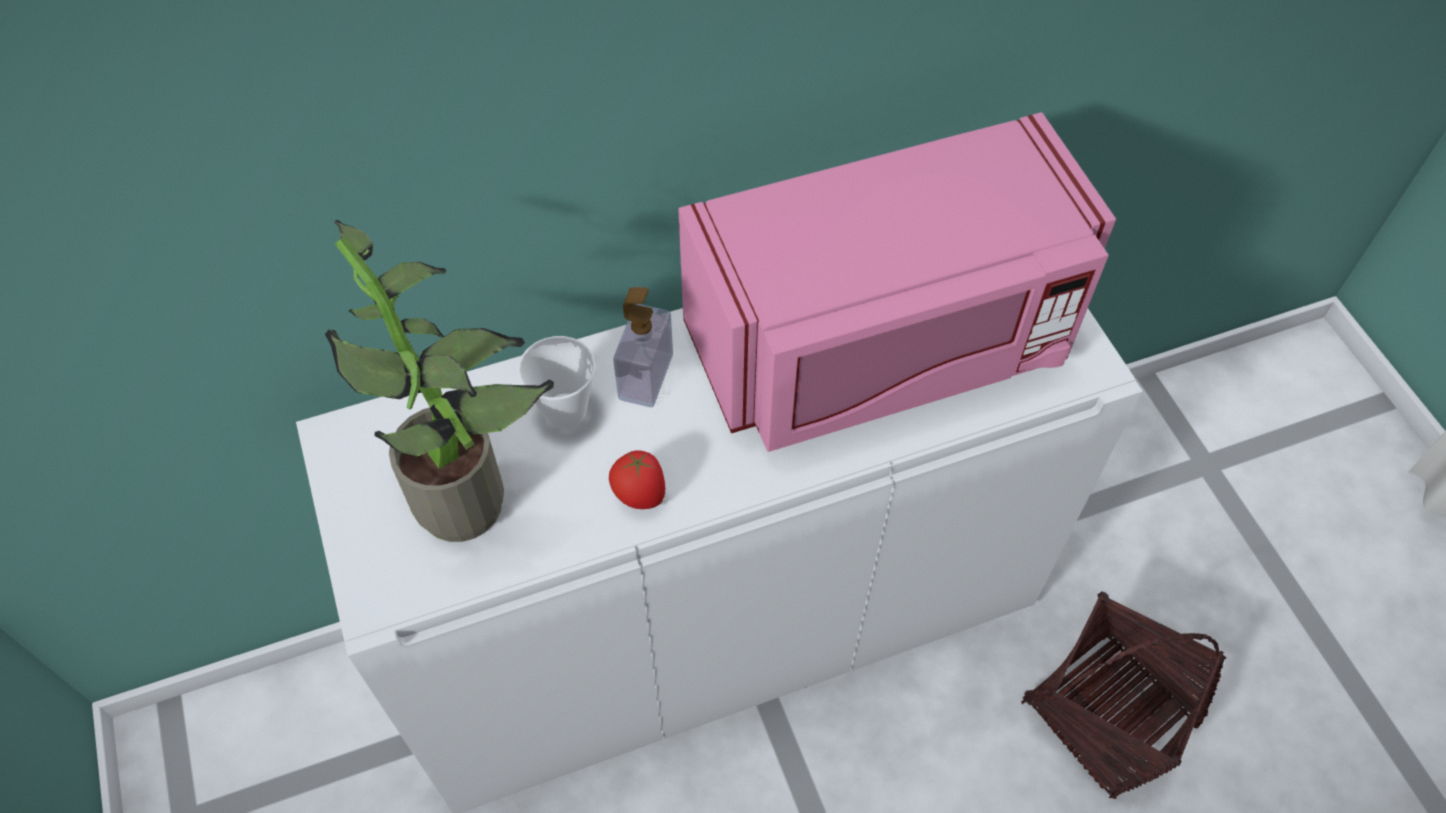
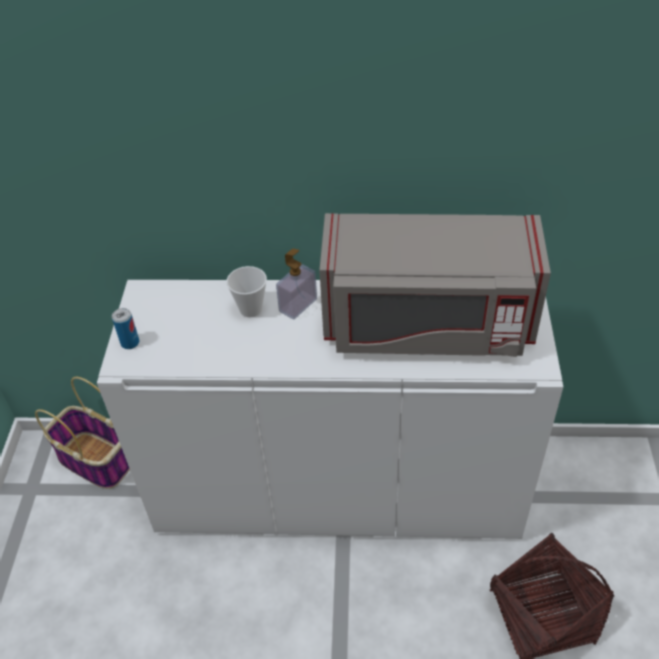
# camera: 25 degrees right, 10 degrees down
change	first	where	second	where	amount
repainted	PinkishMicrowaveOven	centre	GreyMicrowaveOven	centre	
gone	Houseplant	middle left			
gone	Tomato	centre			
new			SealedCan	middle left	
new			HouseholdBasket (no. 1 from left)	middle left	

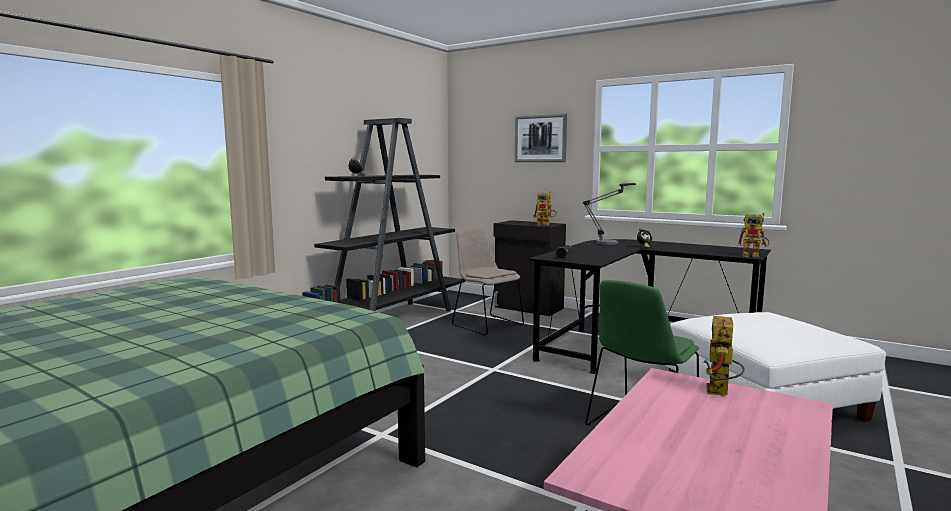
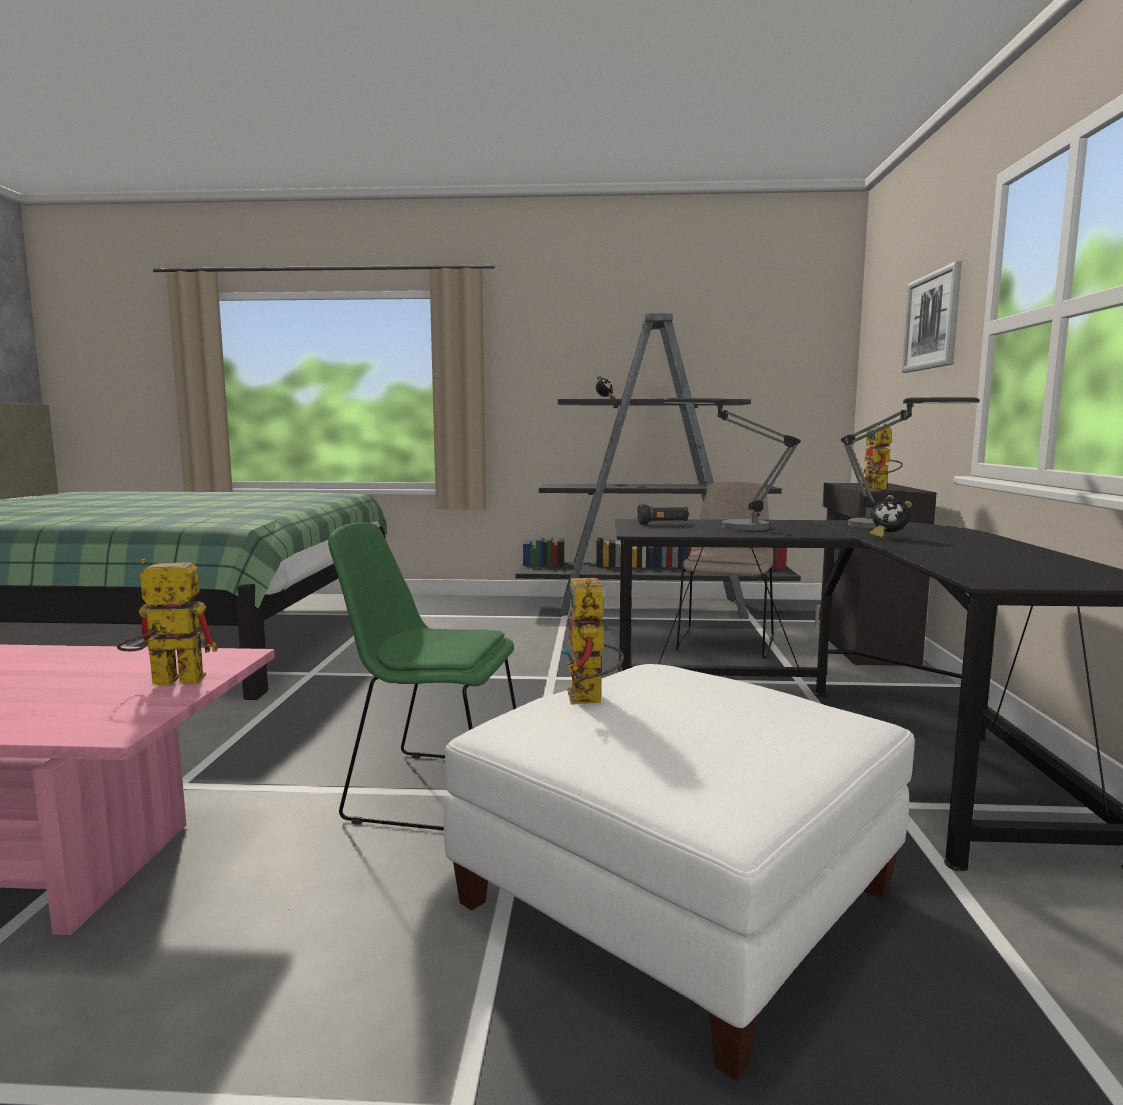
# camera: 60 degrees right, 0 degrees up
change	first	where	second	where	amount
shifted	RobotFigure (no. 3 from left in the first image)	middle right	RobotFigure (no. 2 from left)	centre	
new			LampForATable (no. 1 from left)	centre	

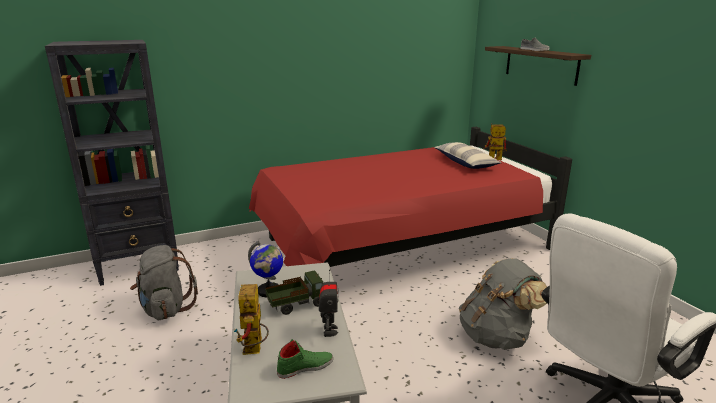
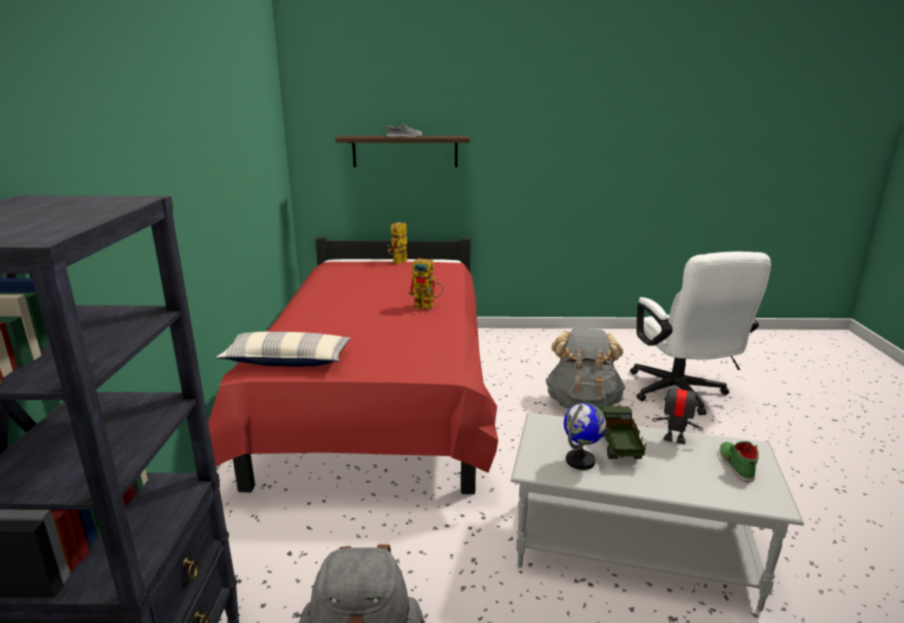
# camera: 65 degrees left, 0 degrees up
change	first	where	second	where	amount
shifted	Pillow	centre		middle left	
shifted	RobotFigure (no. 1 from left in the first image)	bottom centre	RobotFigure (no. 2 from left)	centre	

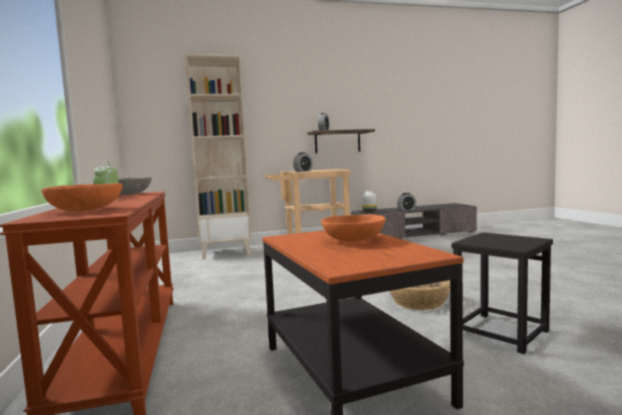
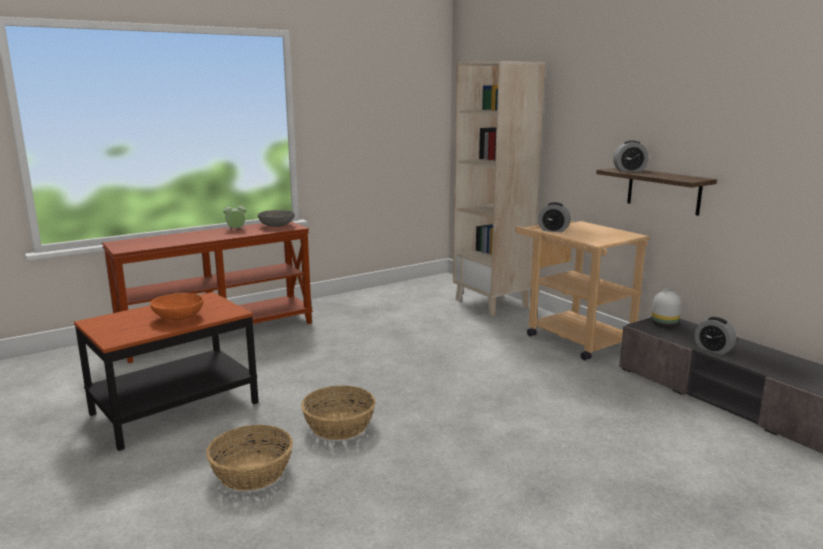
# camera: 70 degrees right, 10 degrees up
change	first	where	second	where	amount
gone	OrangeColouredBowl (no. 1 from left)	middle left			
swapped	BlackStool	bottom right	HouseholdBasket (no. 1 from left)	bottom left	

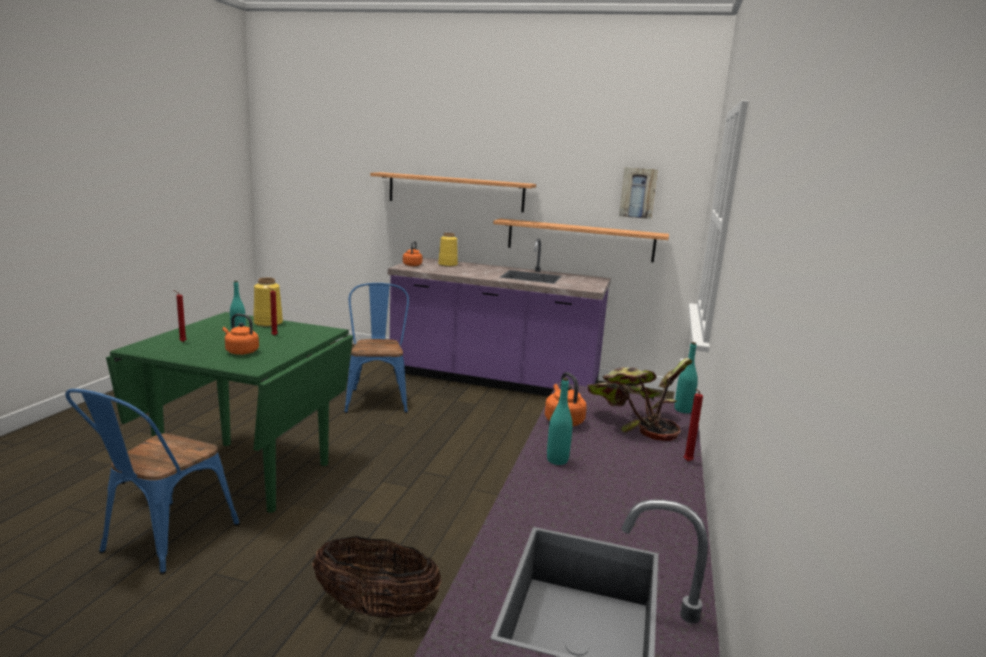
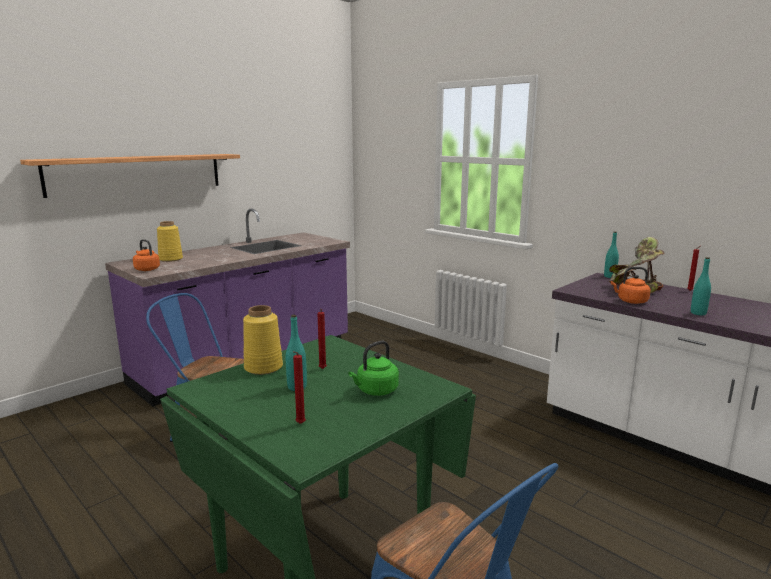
# camera: 60 degrees left, 0 degrees up
change	first	where	second	where	amount
gone	WallPicture	top centre			
gone	BracketShelf (no. 2 from left)	centre			
repainted	OrangeColouredTeaKettle (no. 1 from left)	middle left	GreenTeaKettle	centre	
gone	HouseholdBasket	bottom centre			

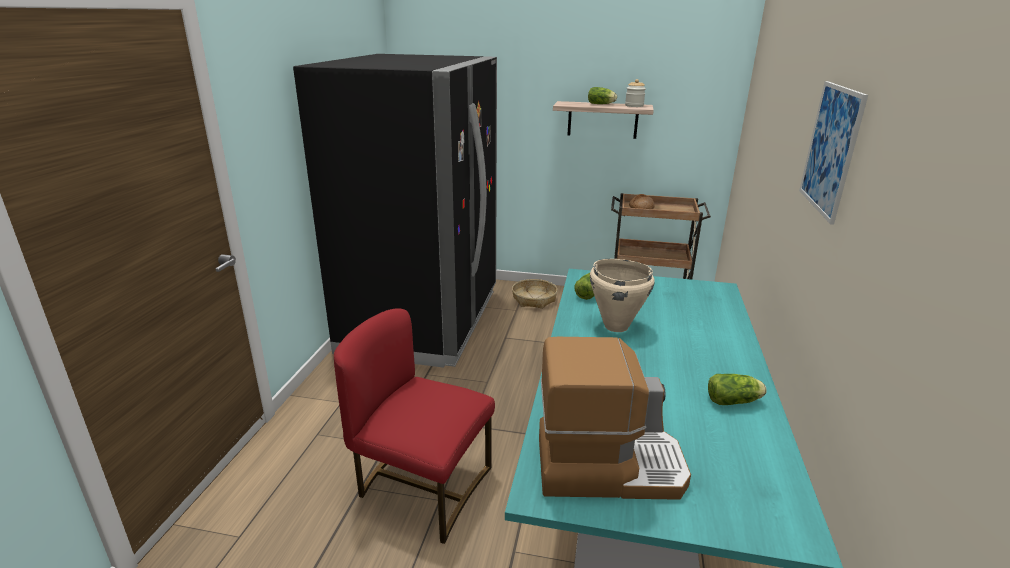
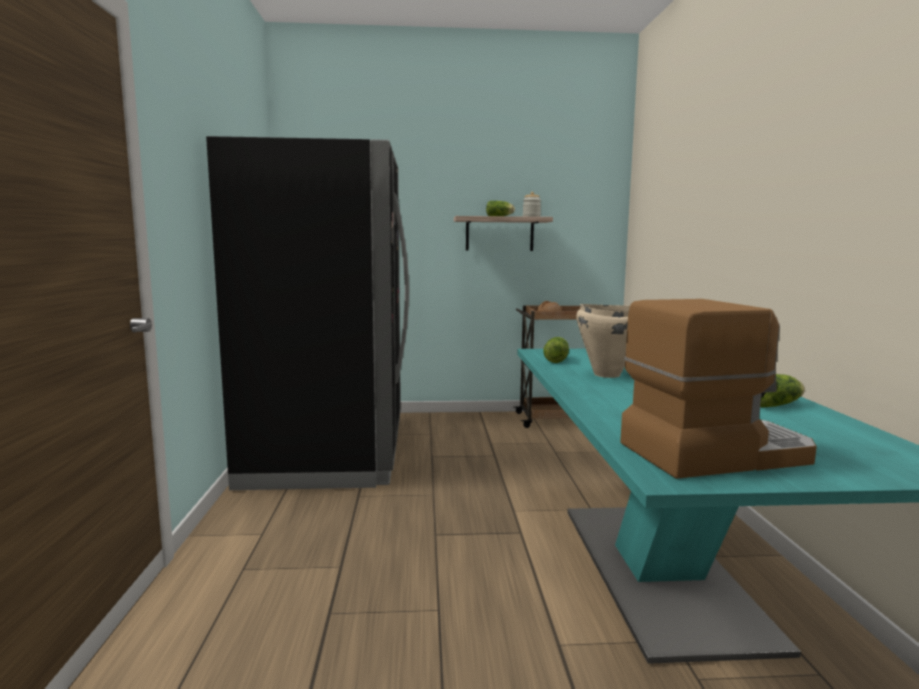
# camera: 15 degrees left, 15 degrees down
change	first	where	second	where	amount
gone	WallPicture	top right			
gone	HouseholdBasket	centre			
gone	ReddishPlainChair	bottom centre			

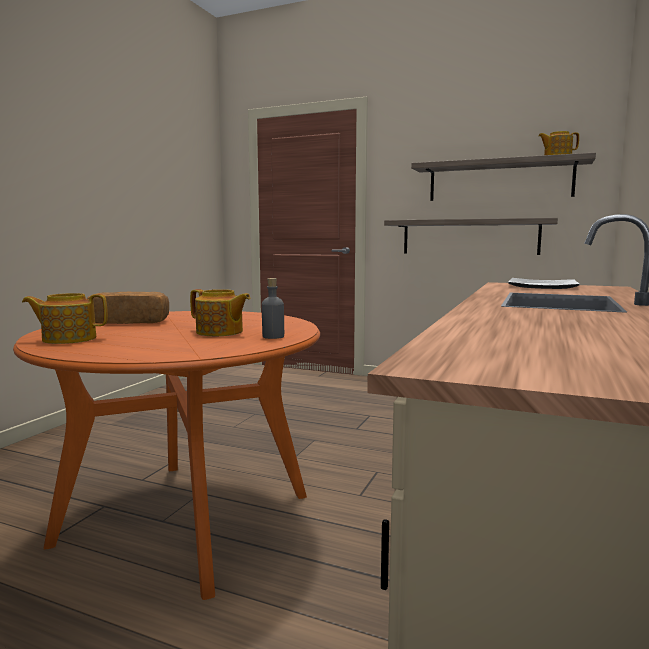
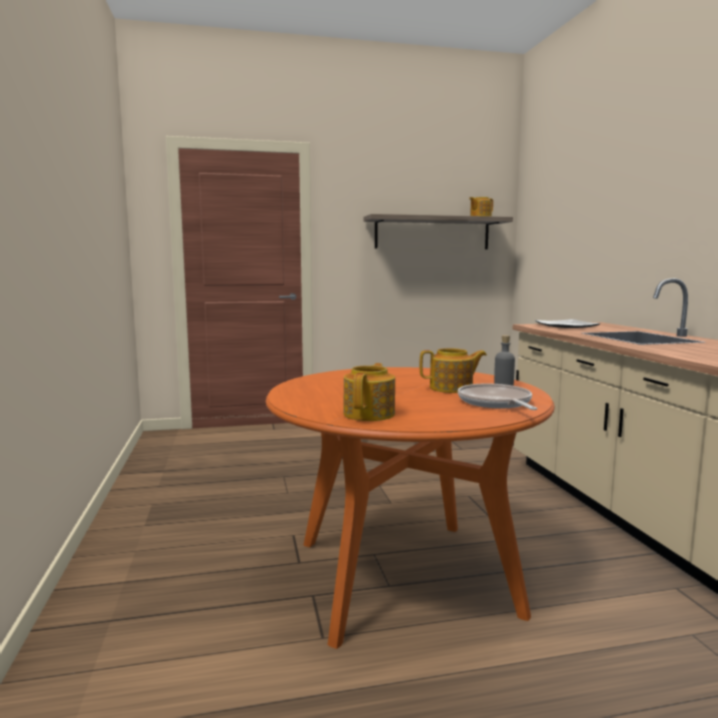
# camera: 35 degrees left, 0 degrees up
change	first	where	second	where	amount
gone	BracketShelf (no. 1 from left)	middle right			
gone	Bread	middle left			
rotated	TeaPot (no. 1 from left)	middle left		centre	150 degrees clockwise
new			Pan	middle right	

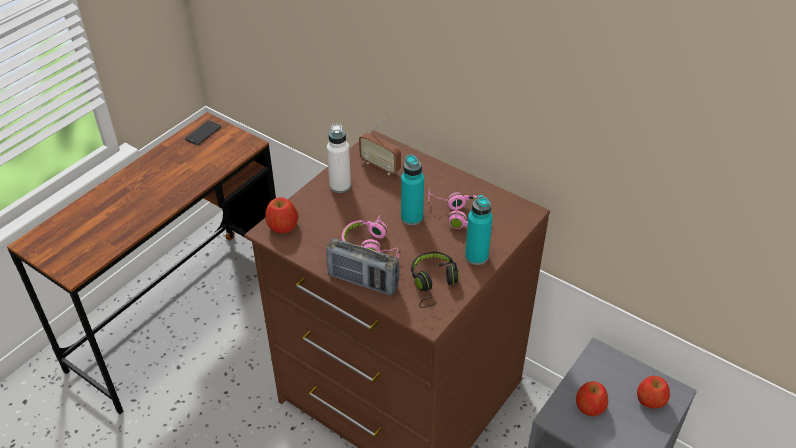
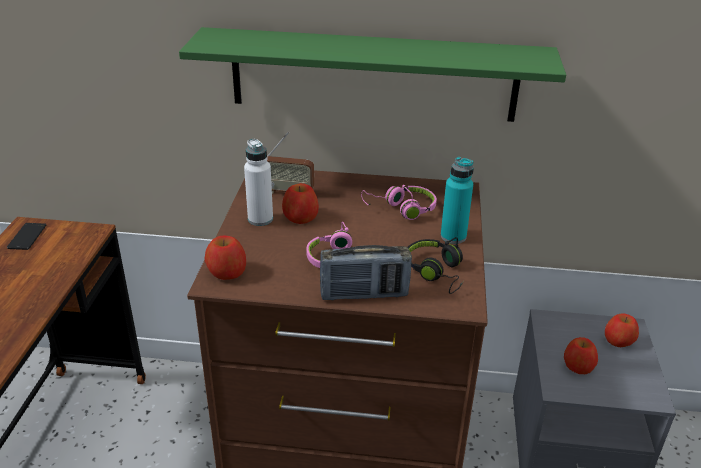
# camera: 30 degrees left, 10 degrees down
change	first	where	second	where	amount
gone	TurquoiseBottle (no. 1 from left)	centre			
new			GreenBracketShelf	top centre	
new			Apple (no. 2 from left)	centre	

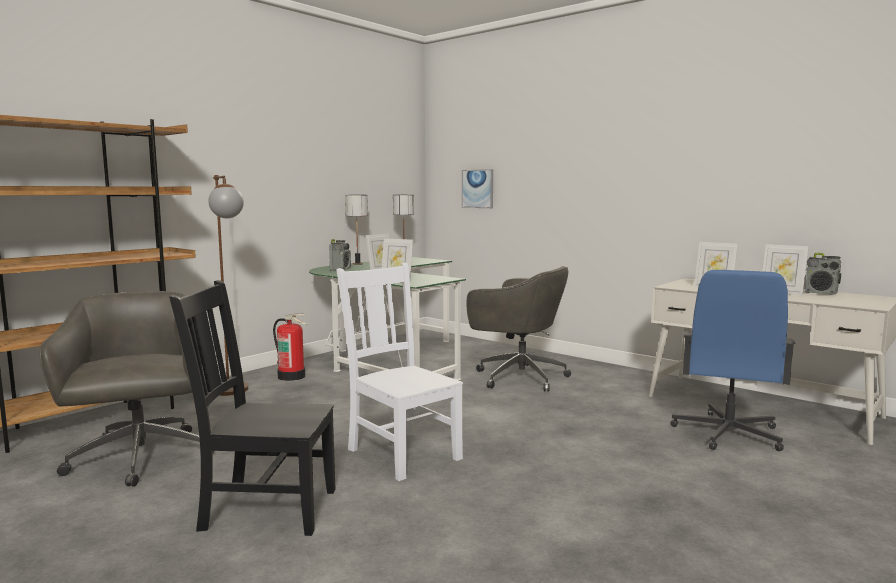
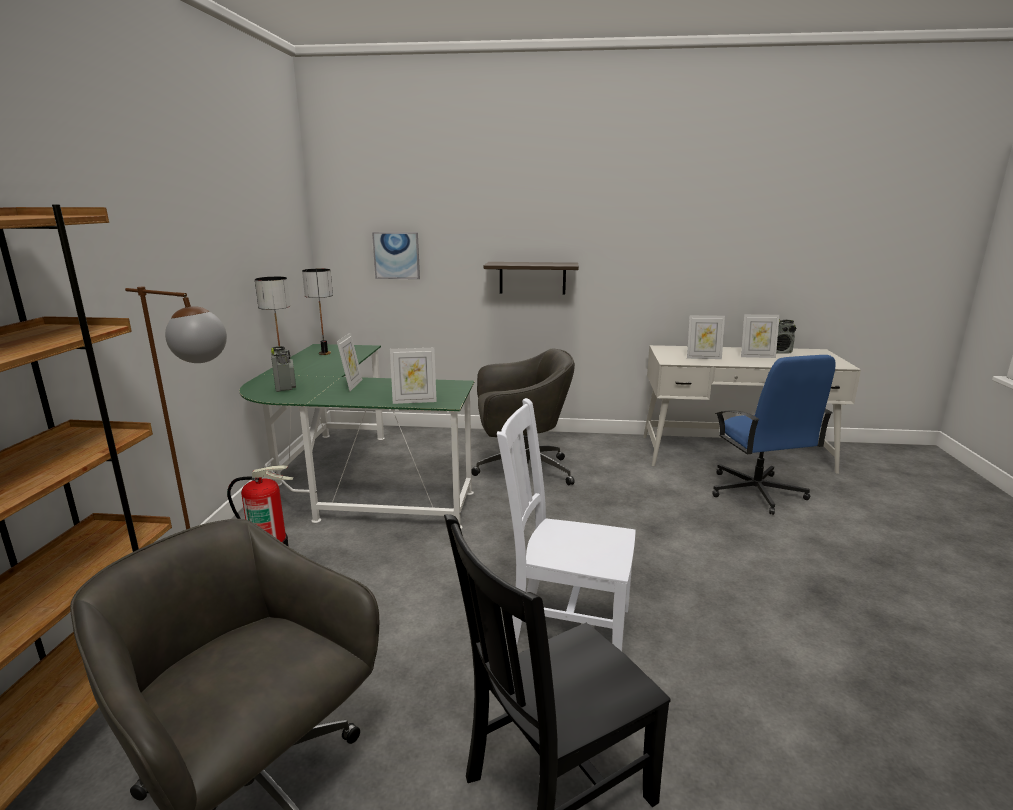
# camera: 35 degrees left, 10 degrees up
change	first	where	second	where	amount
new			BracketShelf	centre	

